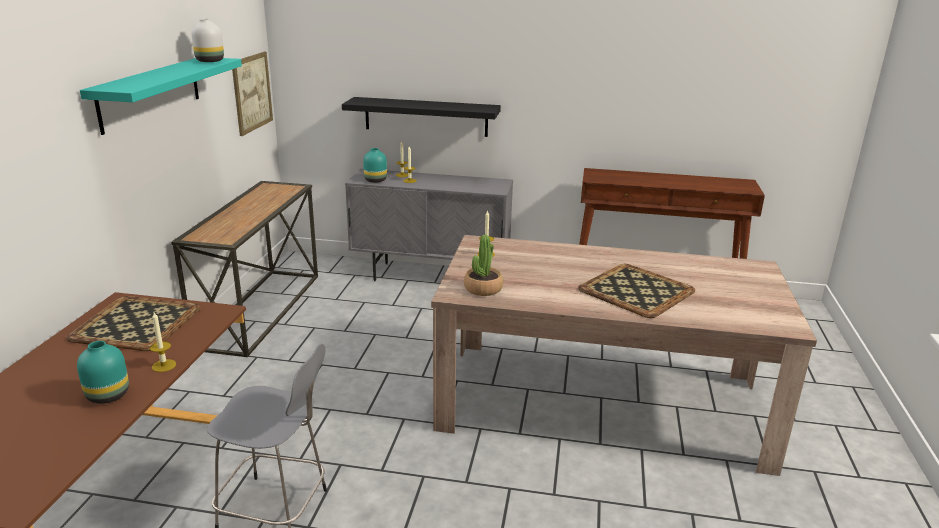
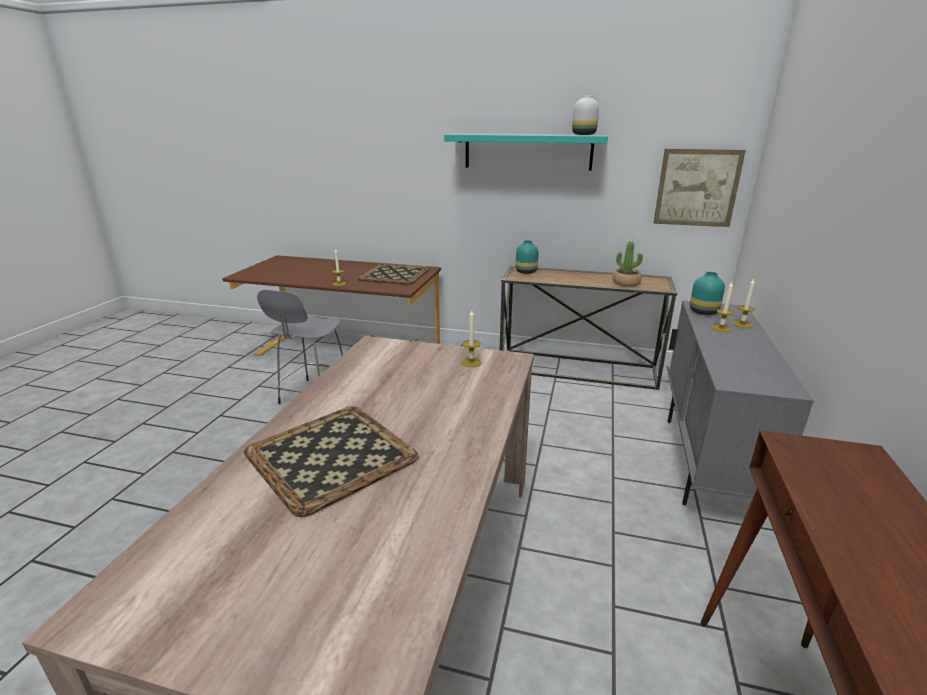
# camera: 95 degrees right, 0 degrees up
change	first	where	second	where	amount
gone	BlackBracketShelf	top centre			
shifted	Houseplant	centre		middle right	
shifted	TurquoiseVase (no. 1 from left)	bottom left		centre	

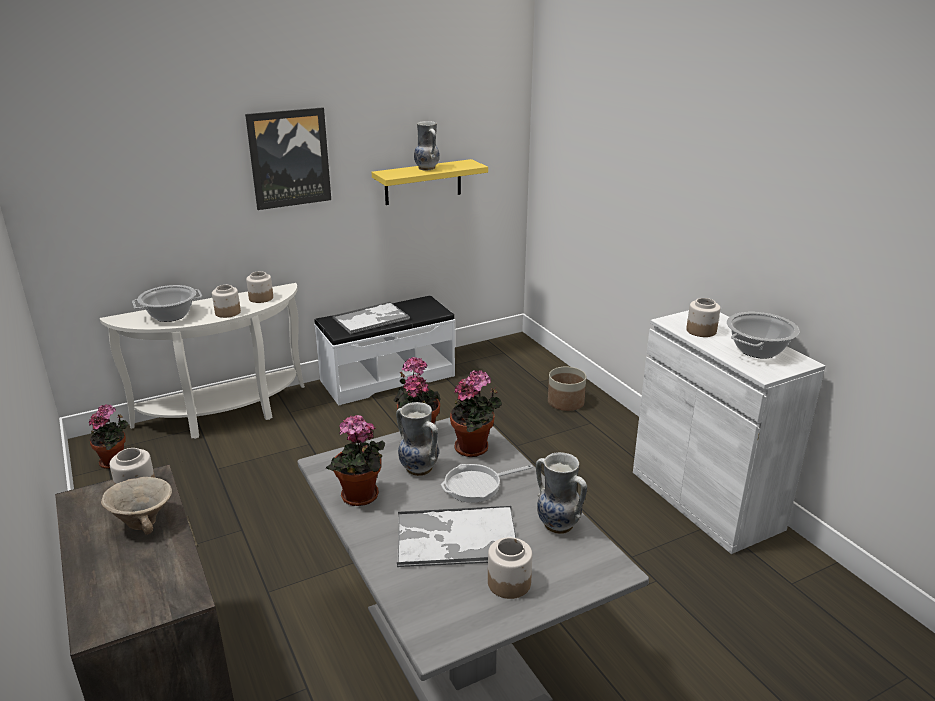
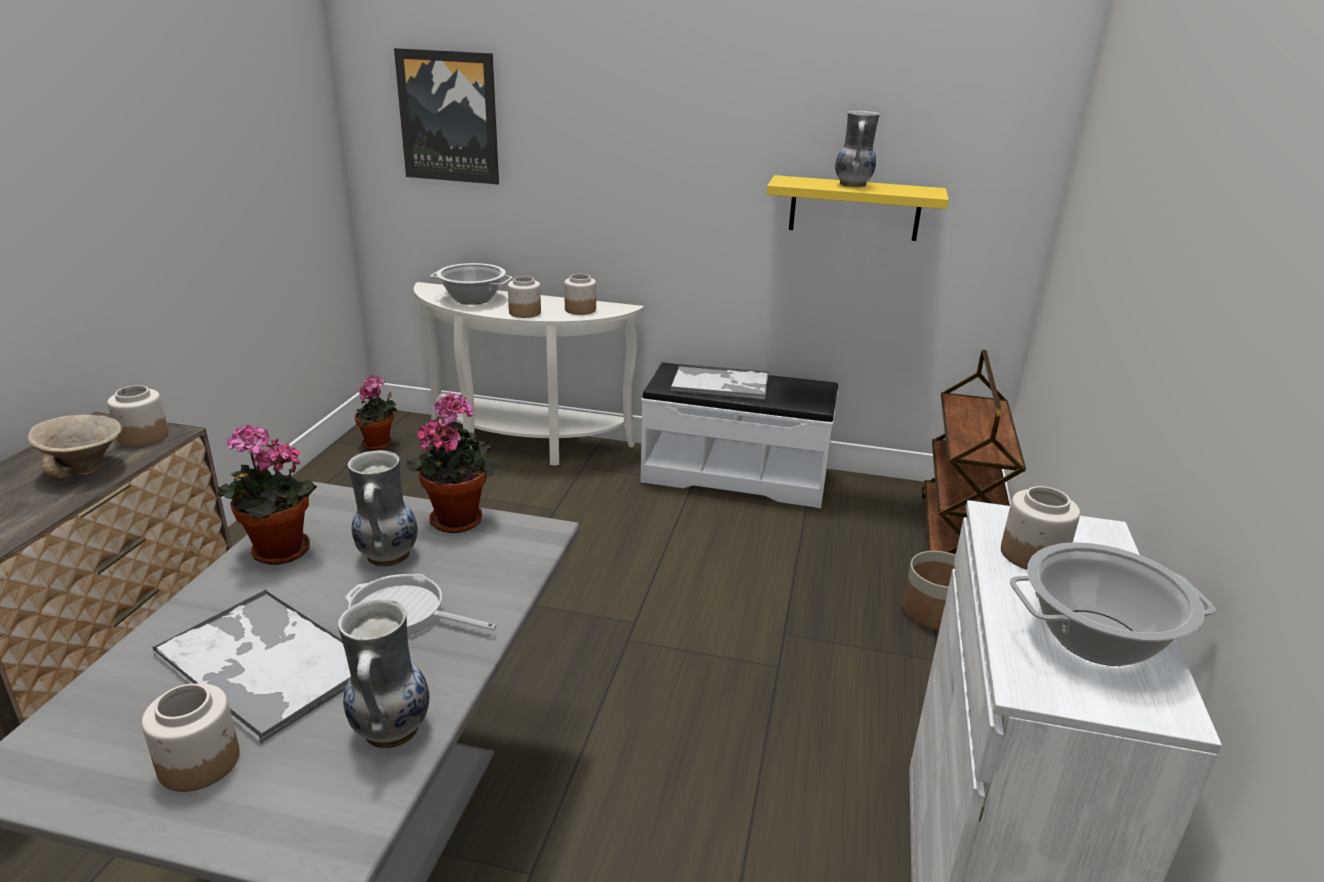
# camera: 40 degrees right, 0 degrees up
change	first	where	second	where	amount
shifted	WallPicture	top left		top centre	
gone	Houseplant (no. 4 from left)	centre			
new			BrownishTrolley	middle right	

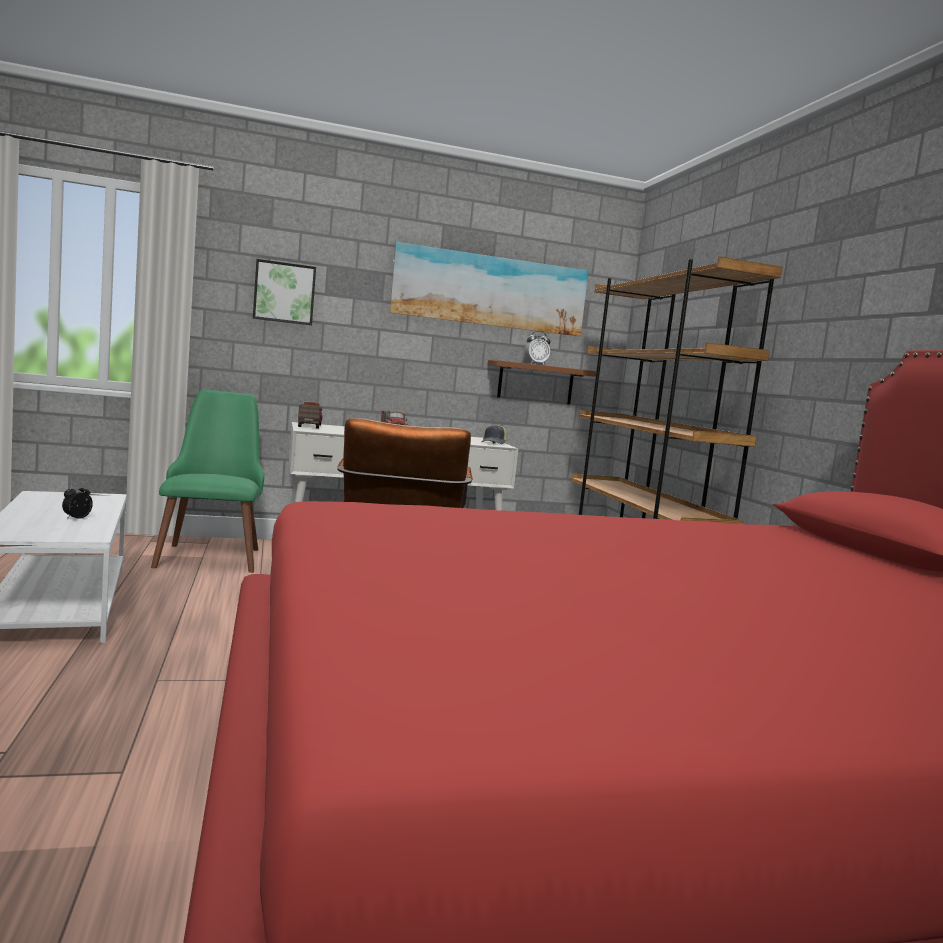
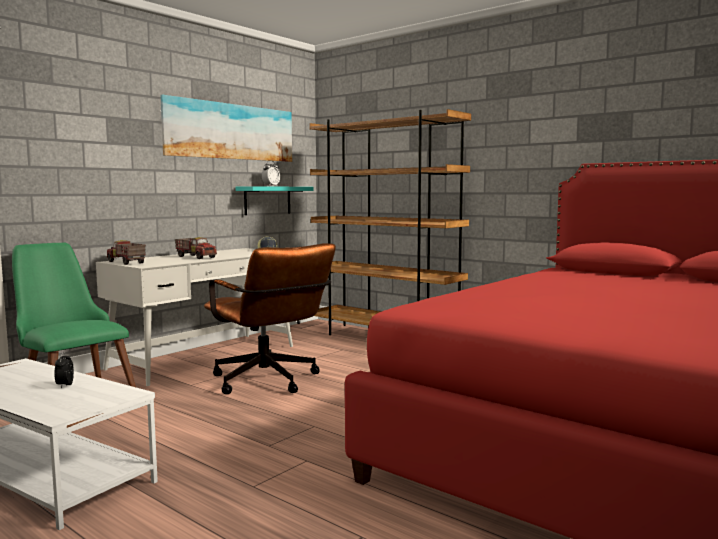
# camera: 35 degrees left, 0 degrees up
change	first	where	second	where	amount
gone	WallPicture (no. 1 from left)	top left			
repainted	BrownishBracketShelf	centre	TurquoiseBracketShelf	centre	

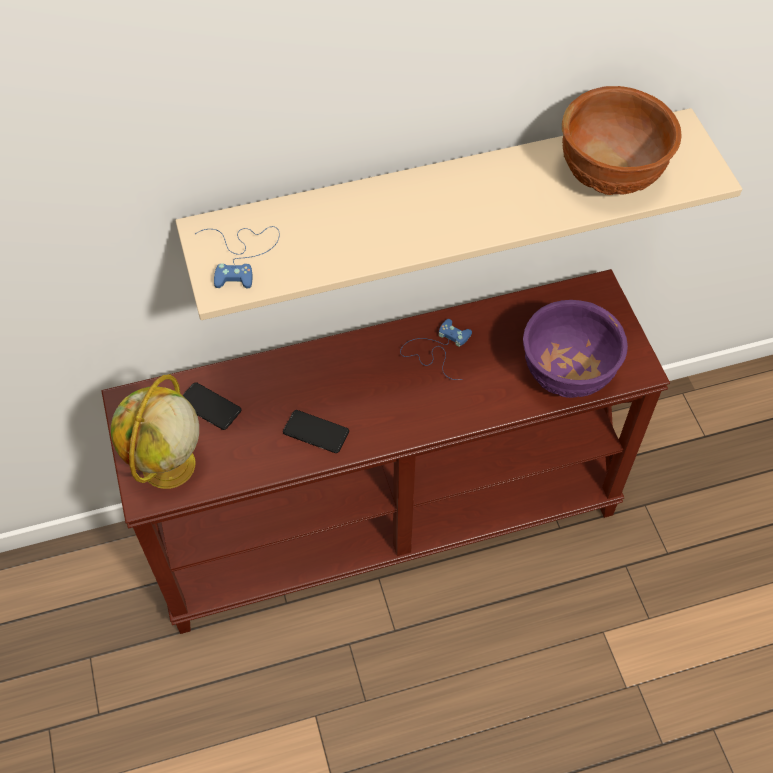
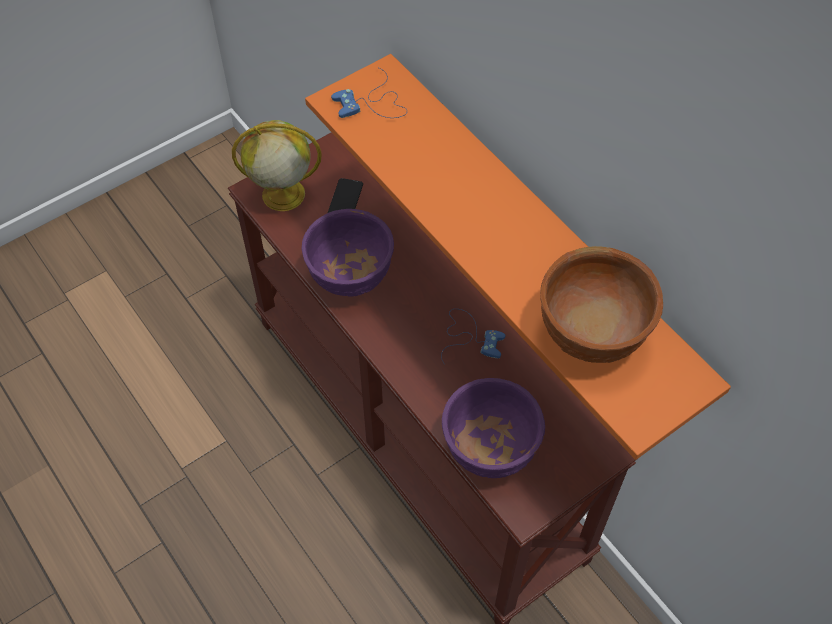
# camera: 70 degrees right, 0 degrees up
change	first	where	second	where	amount
repainted	BeigeColouredBracketShelf	top centre	OrangeColouredBracketShelf	centre	
swapped	Phone (no. 2 from left)	centre	PurpleBowl (no. 1 from left)	centre	

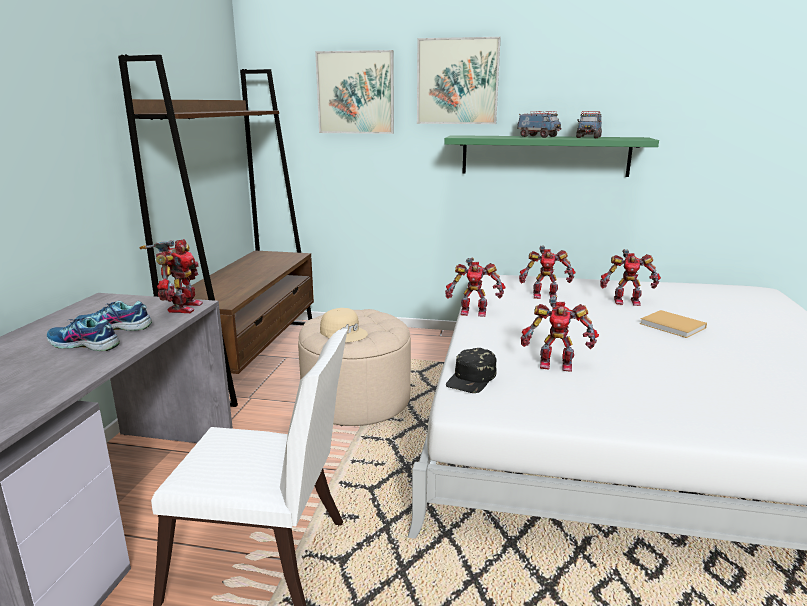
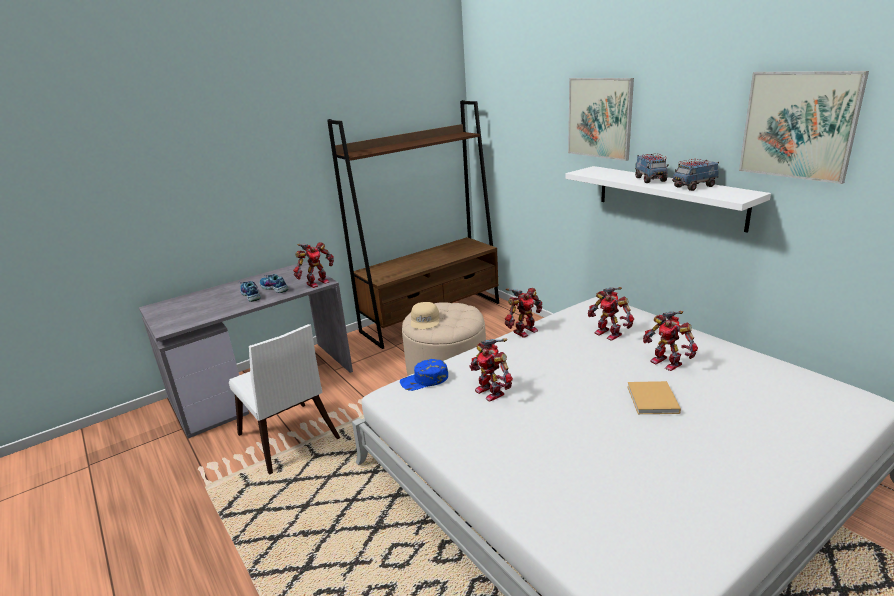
# camera: 45 degrees right, 5 degrees up
change	first	where	second	where	amount
shifted	WallPicture (no. 1 from left in the first image)	top centre	WallPicture (no. 2 from left)	top right	
repainted	GreenBracketShelf	top right	WhiteBracketShelf	middle right	
rotated	RobotFigure (no. 2 from left in the first image)	centre	RobotFigure (no. 3 from left)	centre	90 degrees counterclockwise
repainted	BlackBaseballCap	centre	BlueColouredBaseballCap	centre	

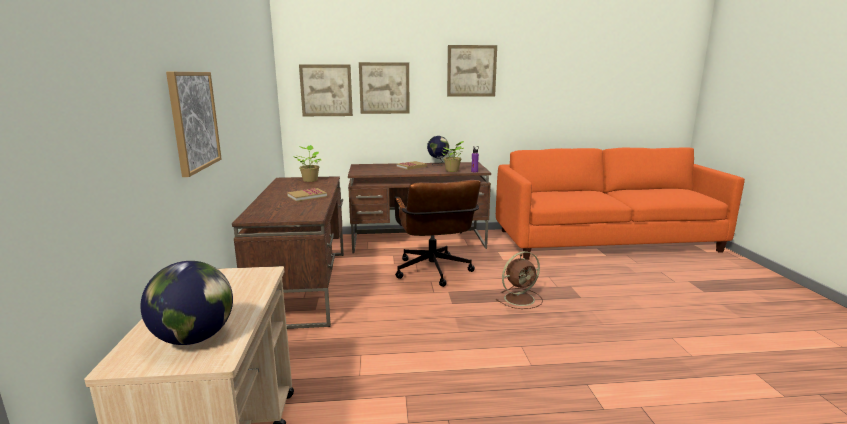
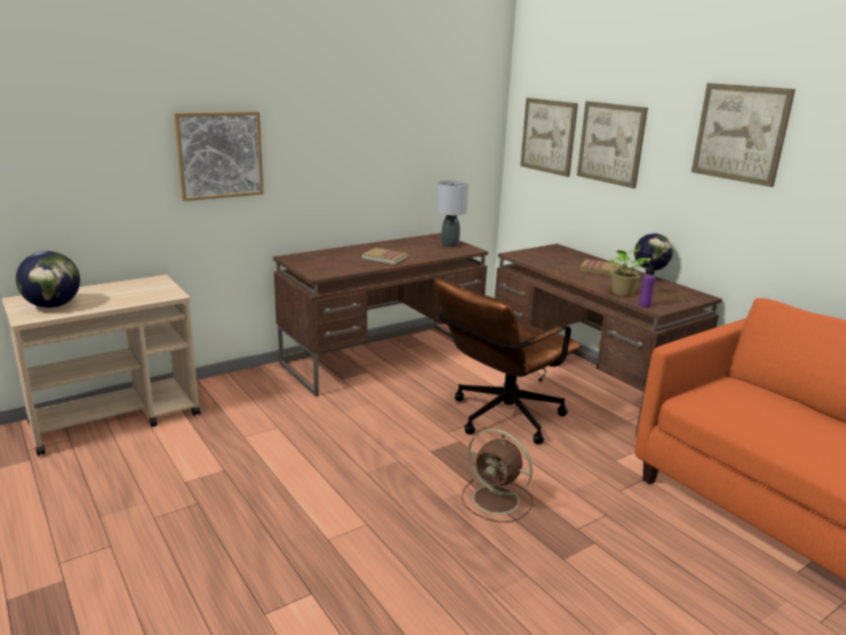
# camera: 60 degrees right, 5 degrees up
change	first	where	second	where	amount
swapped	Houseplant (no. 1 from left)	centre	GreyLampForATable	centre	

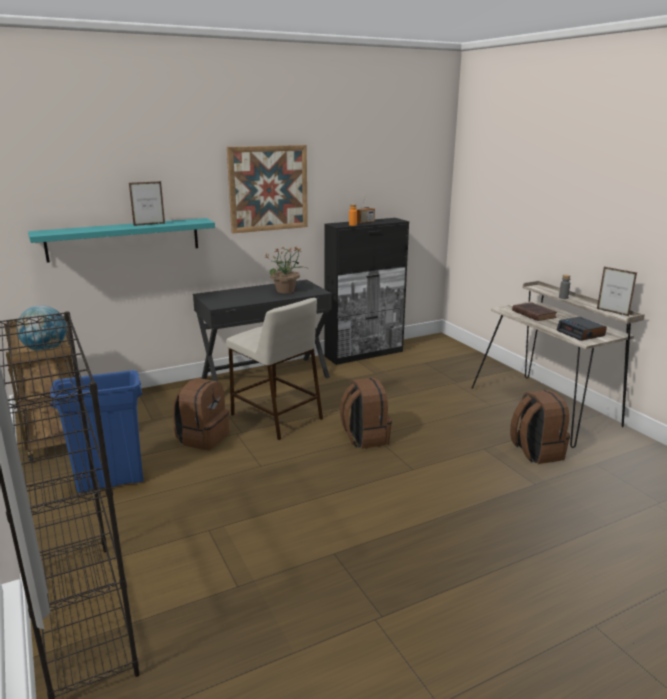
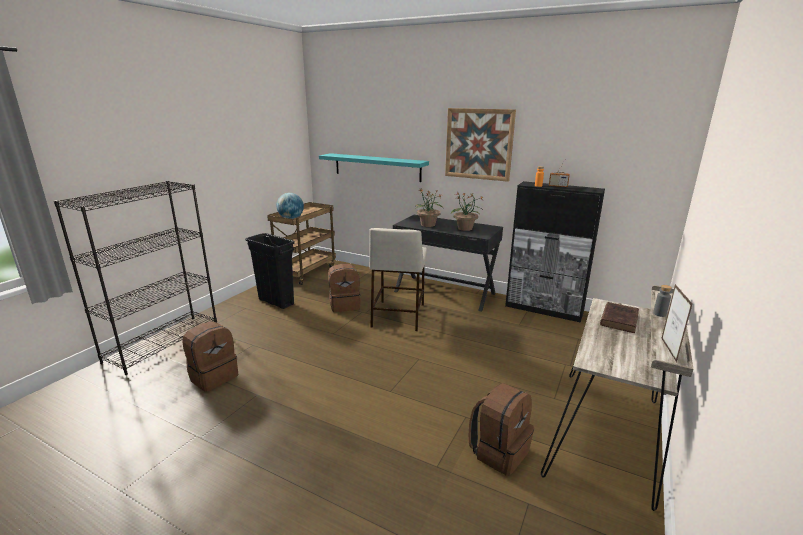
# camera: 55 degrees right, 0 degrees up
change	first	where	second	where	amount
gone	PictureFrame (no. 1 from left)	top left			
gone	AlarmClock	middle right			
repainted	BlueColouredWasteBin	middle left	BlackWasteBin	centre	
shifted	BrownishKnapsack (no. 2 from left in the first image)	centre	BrownishKnapsack (no. 1 from left)	middle left	
new			Houseplant (no. 1 from left)	centre	

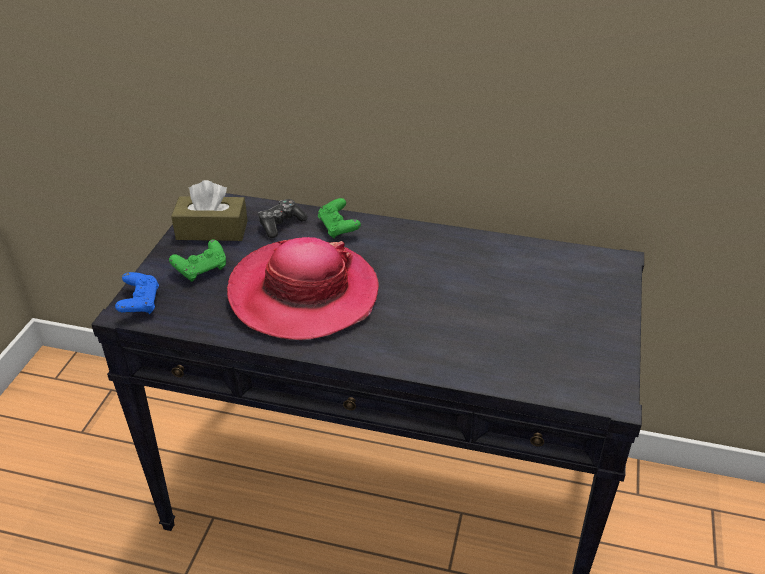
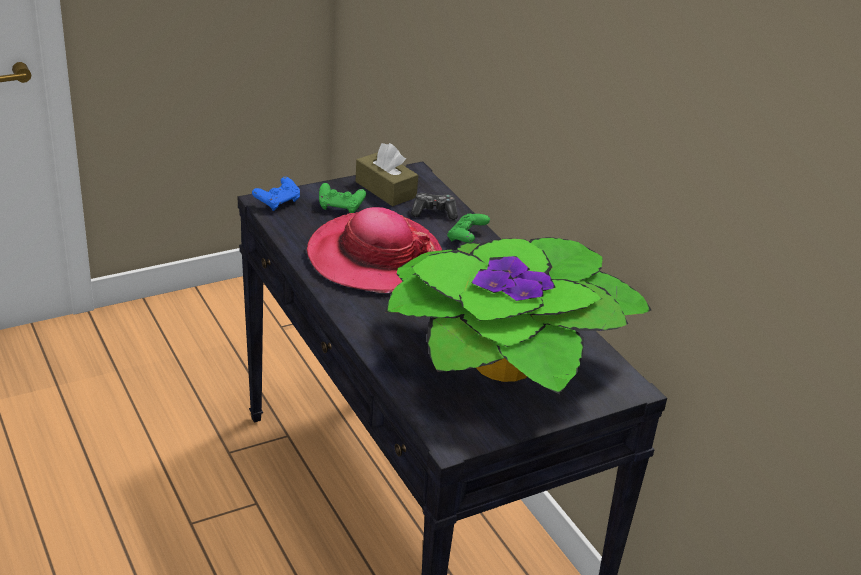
# camera: 45 degrees right, 5 degrees down
change	first	where	second	where	amount
new			Houseplant	centre	

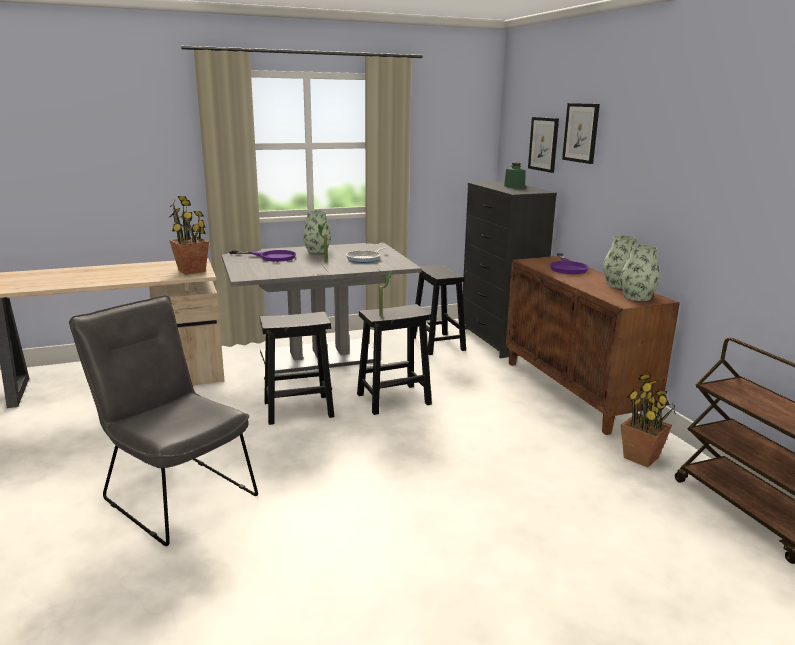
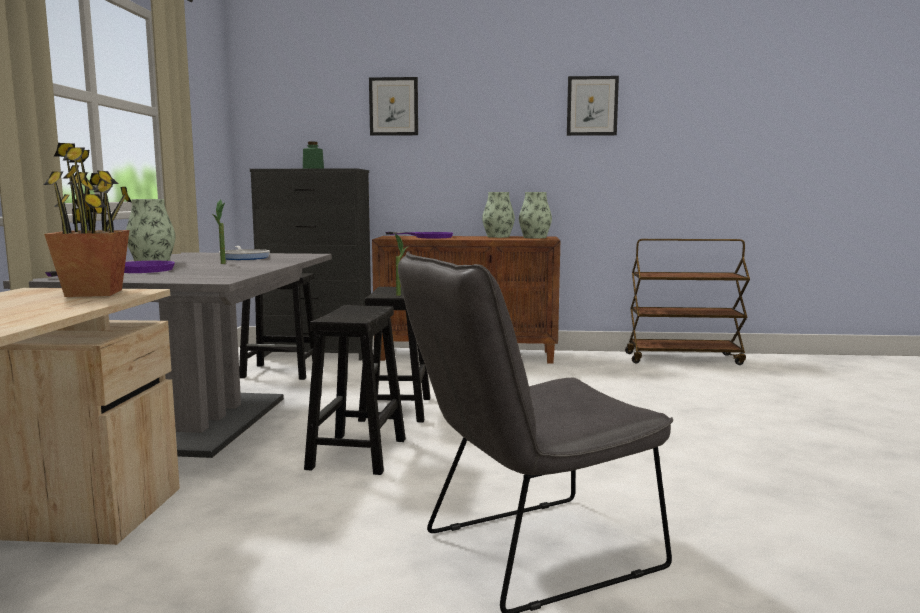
# camera: 65 degrees left, 10 degrees down
change	first	where	second	where	amount
shifted	WallPicture (no. 1 from left in the first image)	top right	WallPicture (no. 2 from left)	top centre	
gone	Houseplant (no. 4 from left)	middle right			

